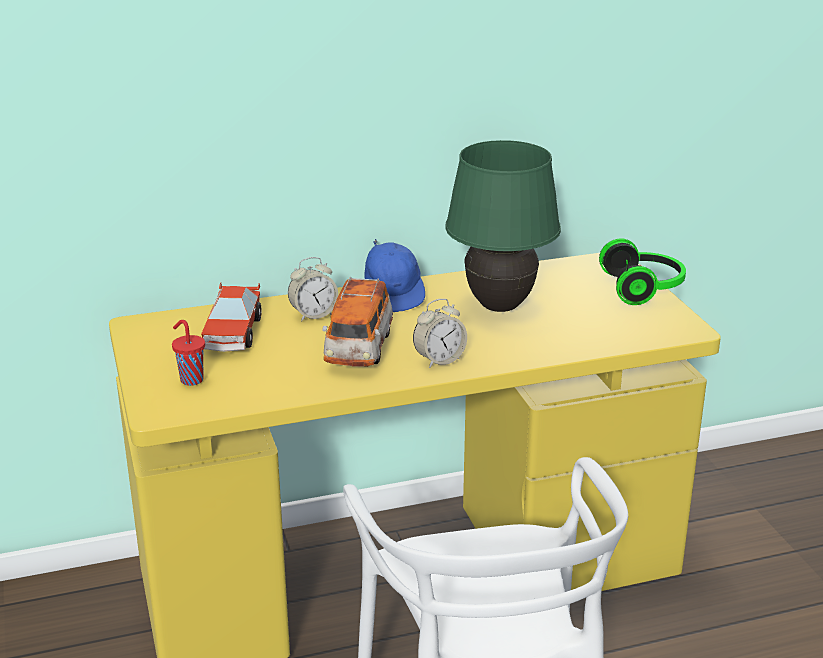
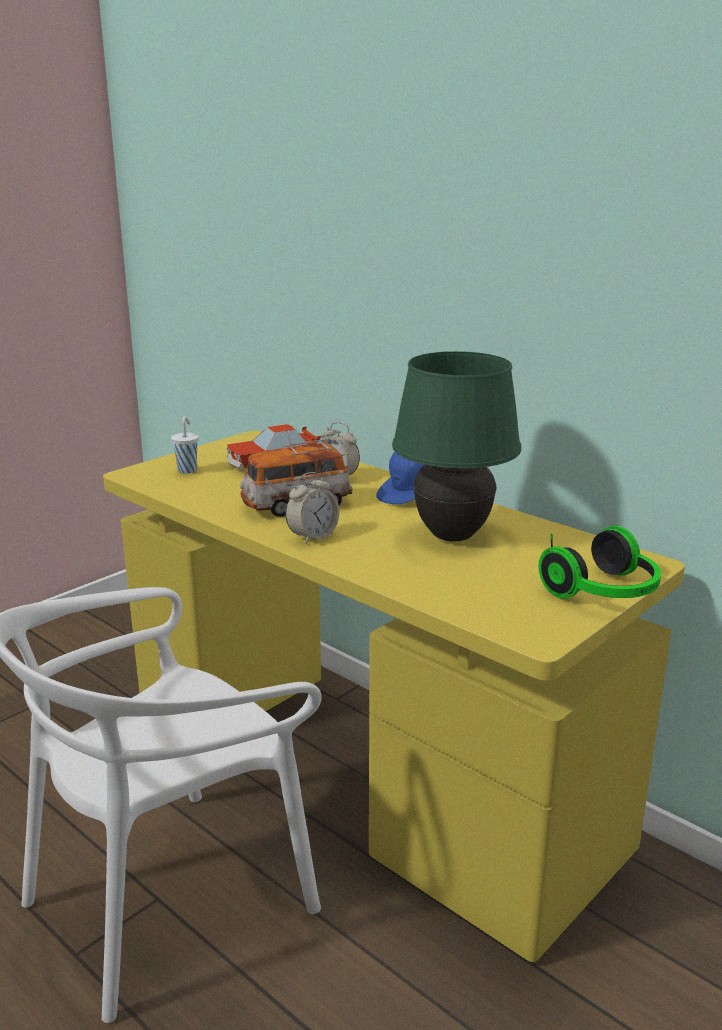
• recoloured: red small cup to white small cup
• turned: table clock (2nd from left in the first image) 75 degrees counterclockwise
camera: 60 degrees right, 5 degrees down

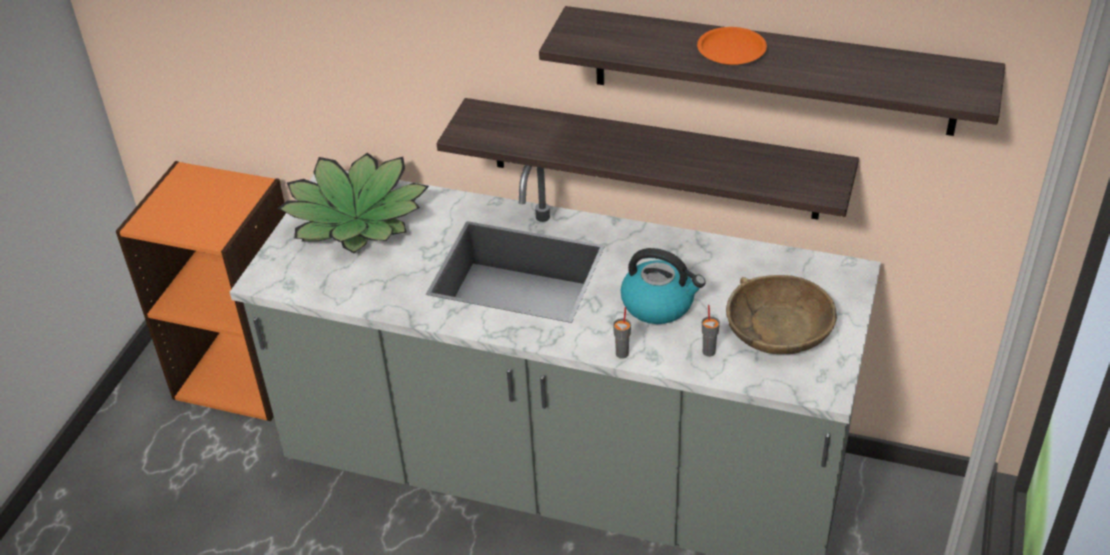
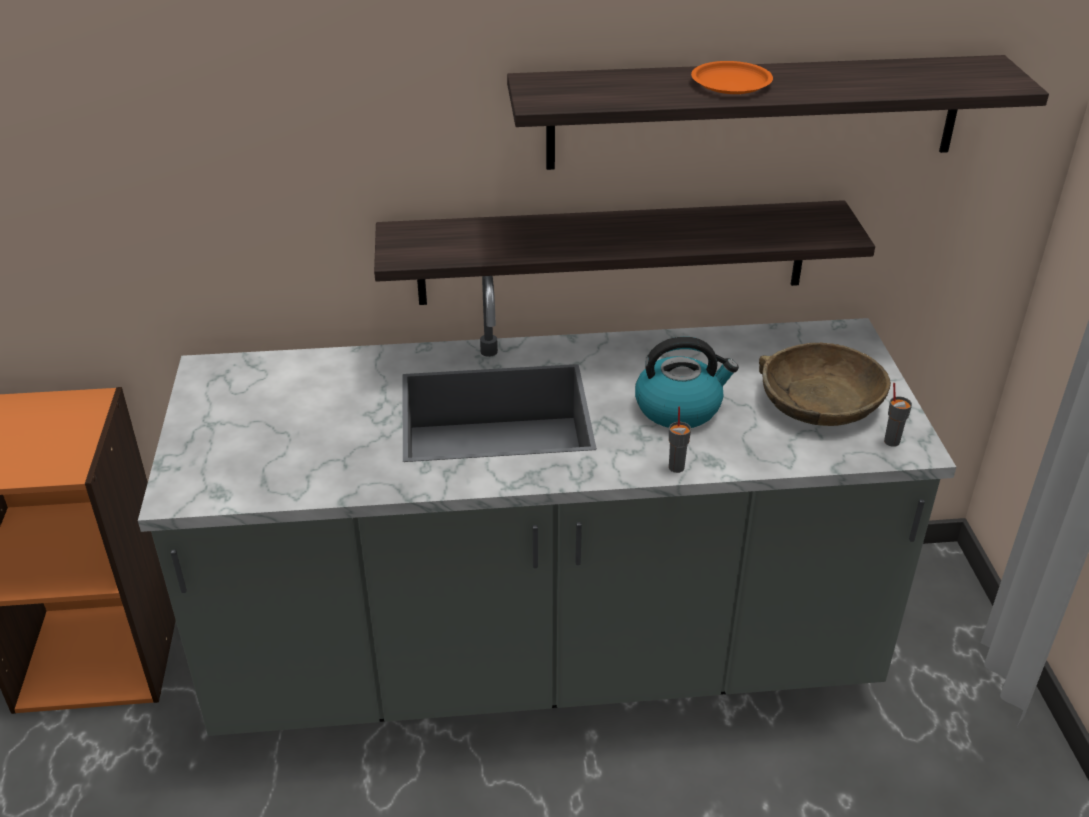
• moved: grey small cup (2nd from left)
• removed: potted plant
camera: 25 degrees left, 5 degrees down

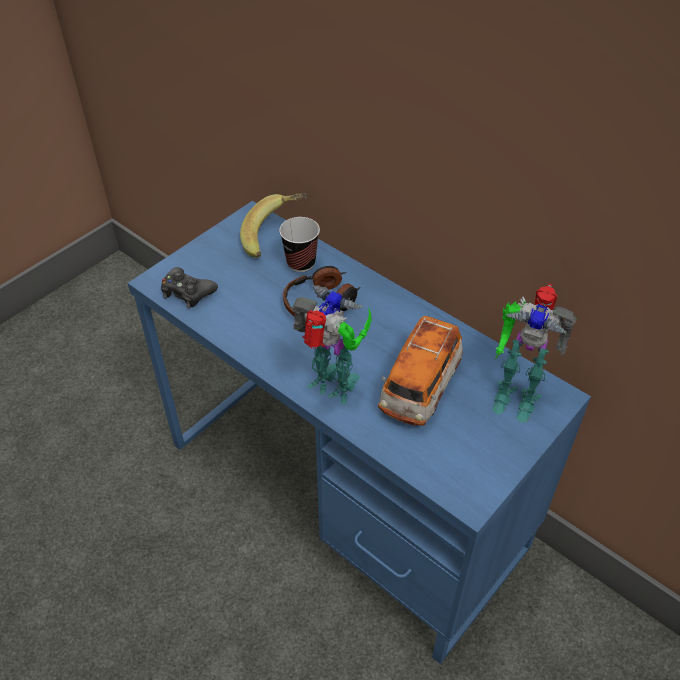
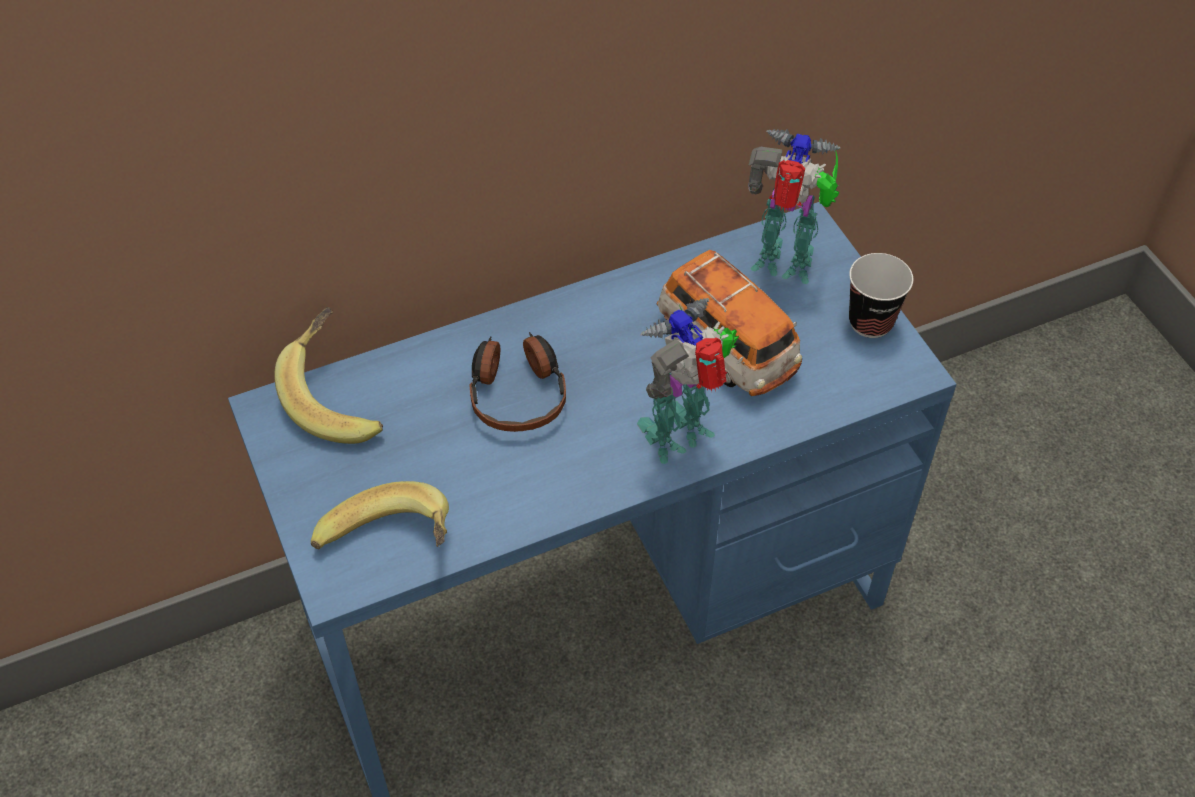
• replaced: blackish joypad to banana fruit (2nd from left)
• turned: model robot (2nd from left) 120 degrees counterclockwise
• moved: small cup
camera: 65 degrees left, 5 degrees up

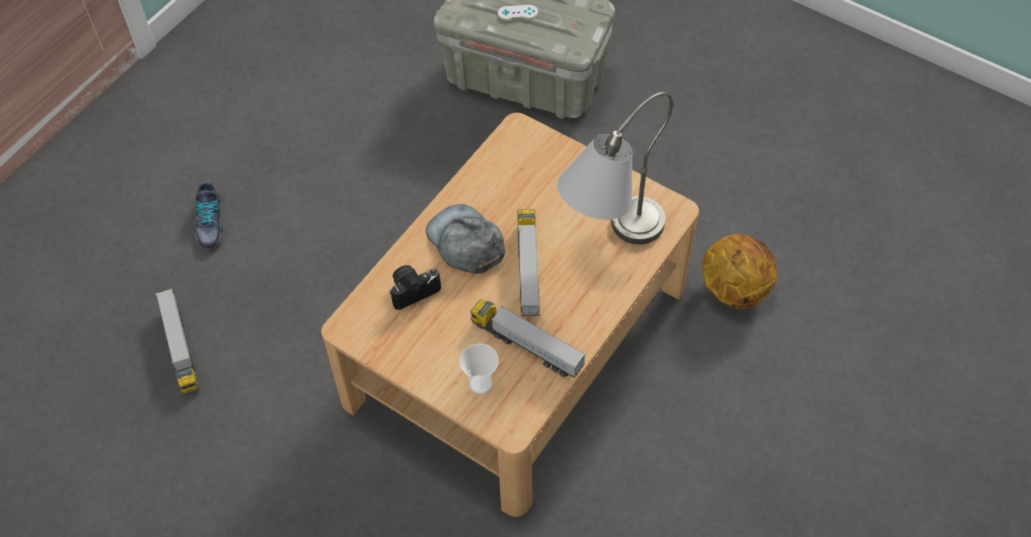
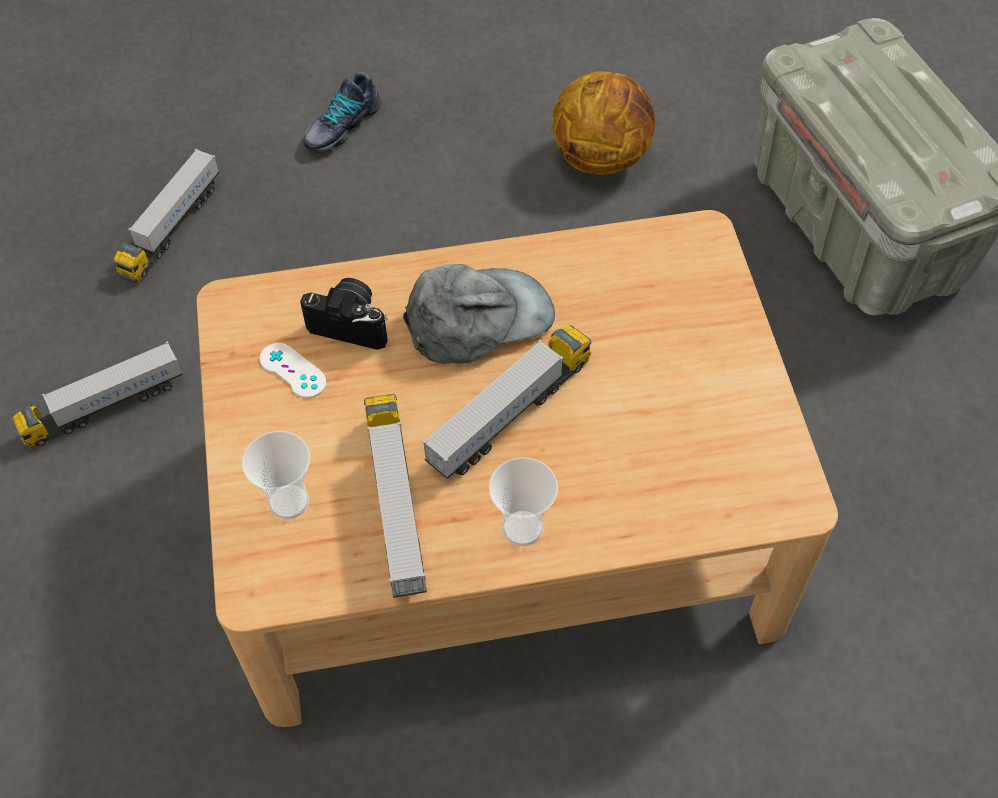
• added: model truck (1st from left)
• moved: white joypad
• turned: grey baseball cap 60 degrees clockwise
• added: small cup (2nd from left)
• moved: ball for basketball
• removed: grey lamp for a table
camera: 45 degrees right, 0 degrees up

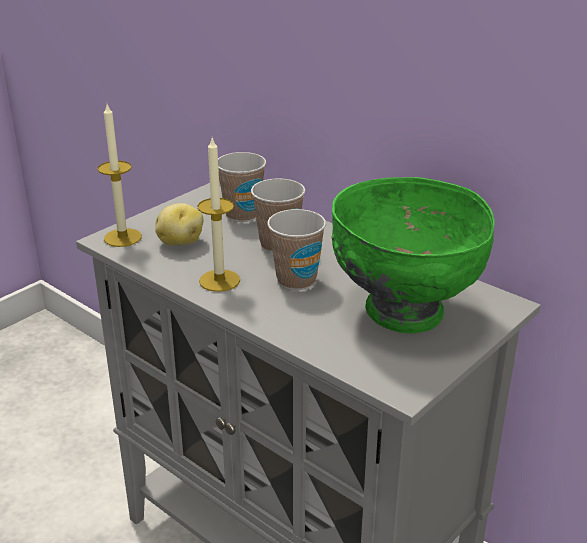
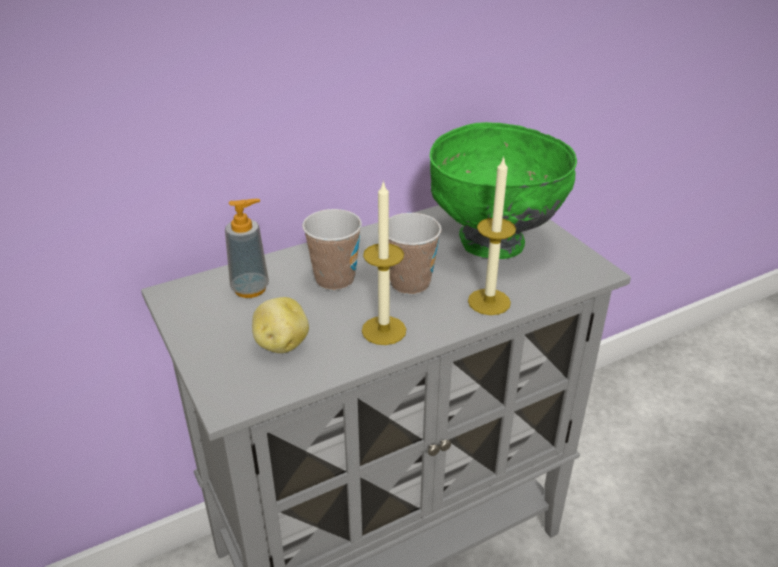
• replaced: small cup (1st from left) to soap bottle
• moved: candle (1st from left in the first image) to candle (2nd from left)
camera: 70 degrees left, 5 degrees up

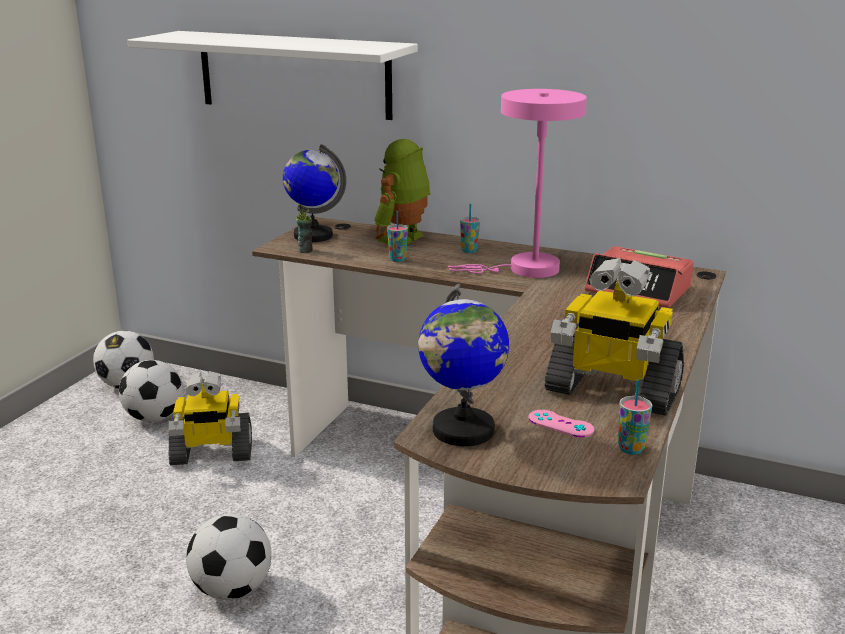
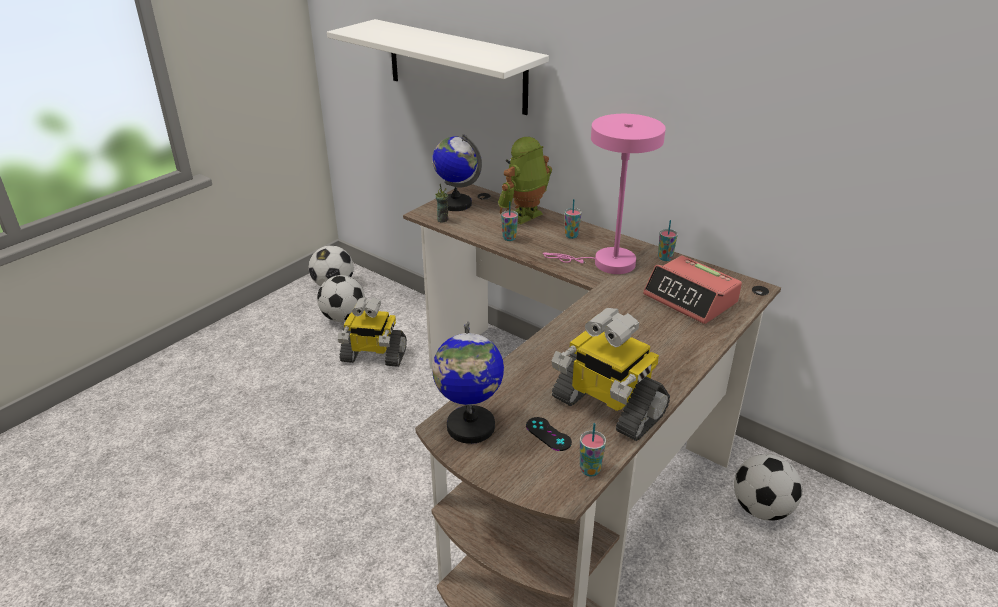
• recoloured: pinkish joypad to blackish joypad
• added: small cup (5th from left)
• moved: football (3rd from left)
camera: 15 degrees right, 10 degrees up

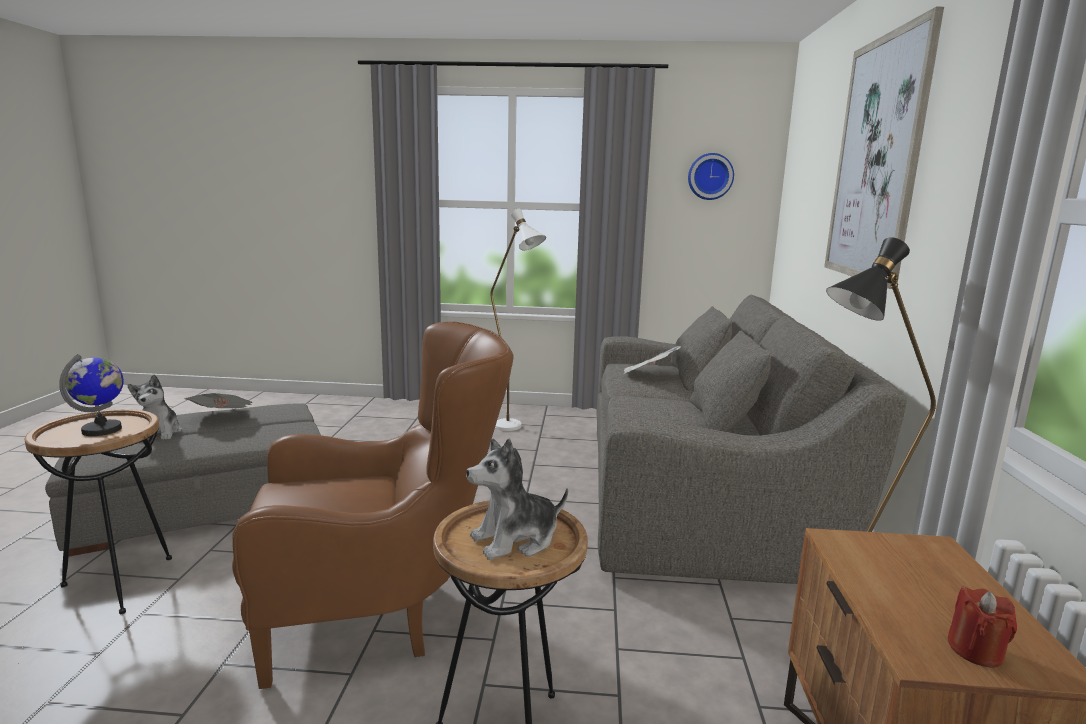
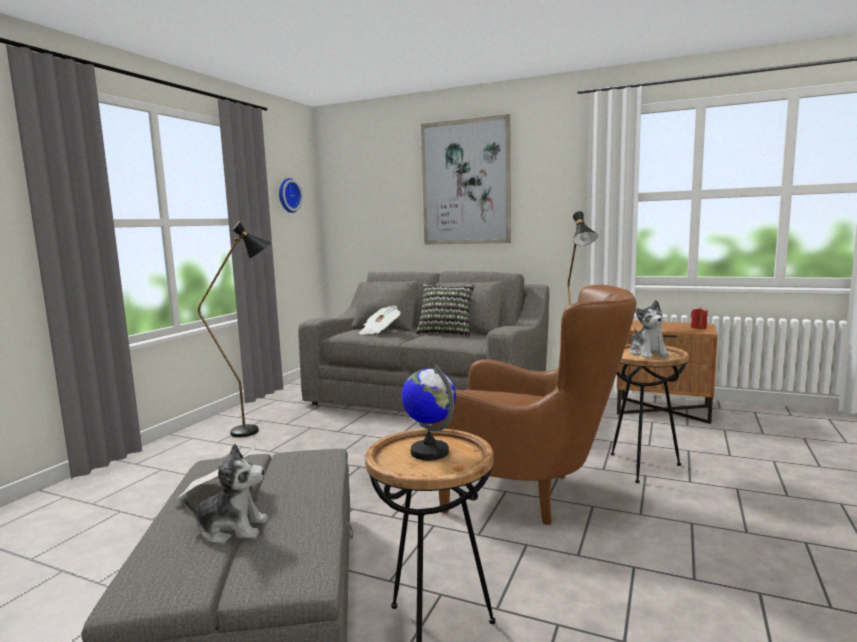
• recoloured: white standing lamp to blackish standing lamp (1st from left)
• added: cushion
• turned: brownish armchair 105 degrees clockwise
camera: 70 degrees left, 5 degrees down

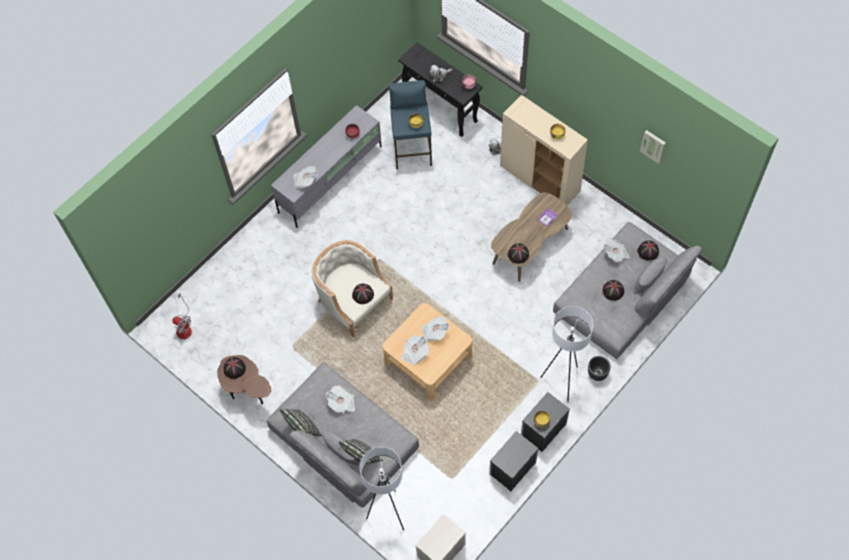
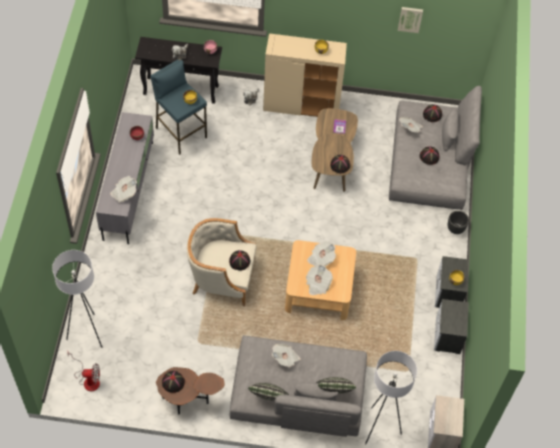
• moved: white standing lamp (2nd from left in the first image) to white standing lamp (1st from left)
camera: 40 degrees left, 5 degrees down

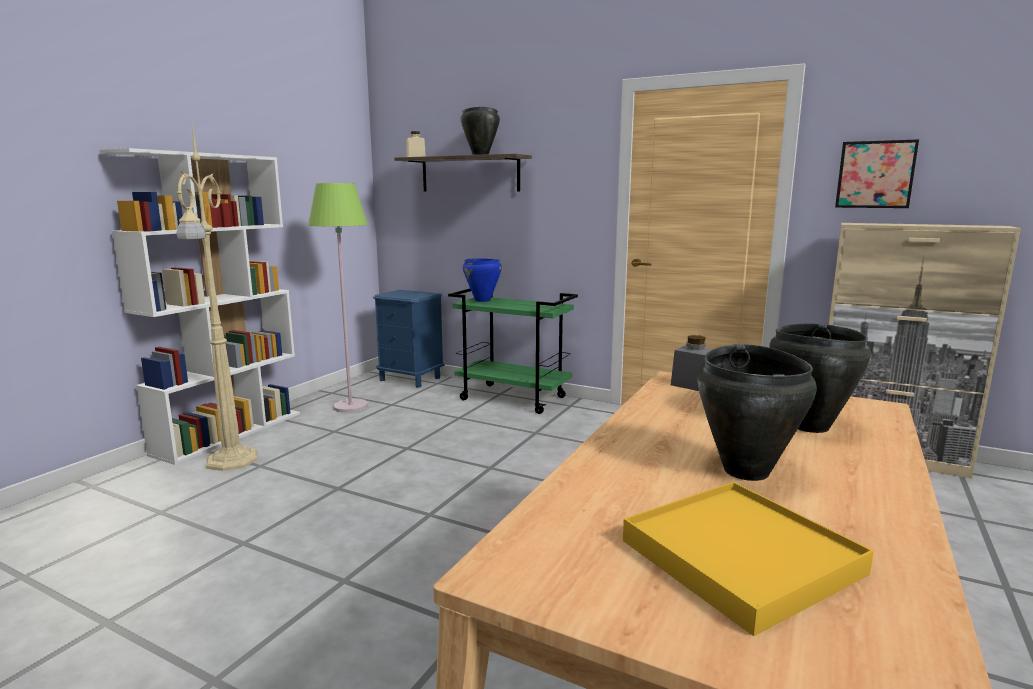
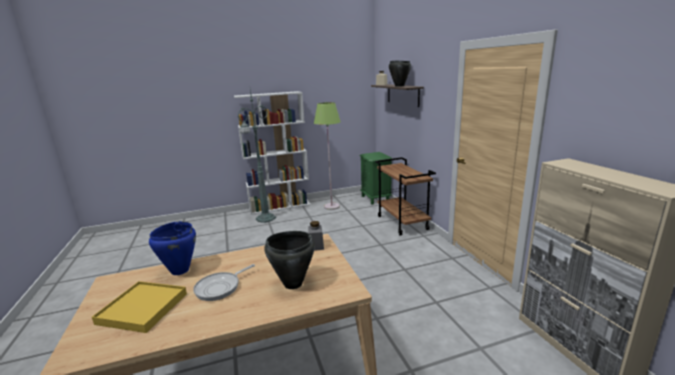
• moved: blue-coloured stockpot
• replaced: blackish stockpot (2nd from left) to frying pan
• recoloured: sand-coloured standing lamp to green standing lamp (1st from left)
• recoloured: blue-coloured nightstand to green nightstand
• recoloured: green trolley to brownish trolley
• removed: picture
camera: 45 degrees right, 5 degrees up

